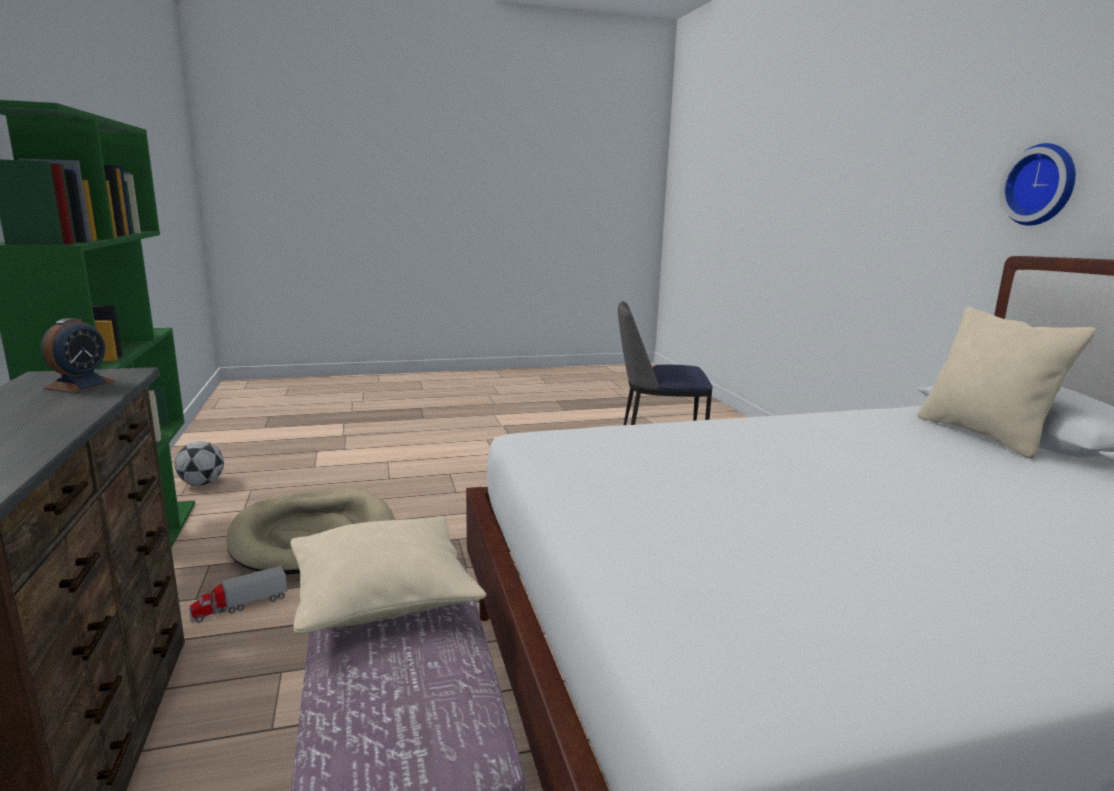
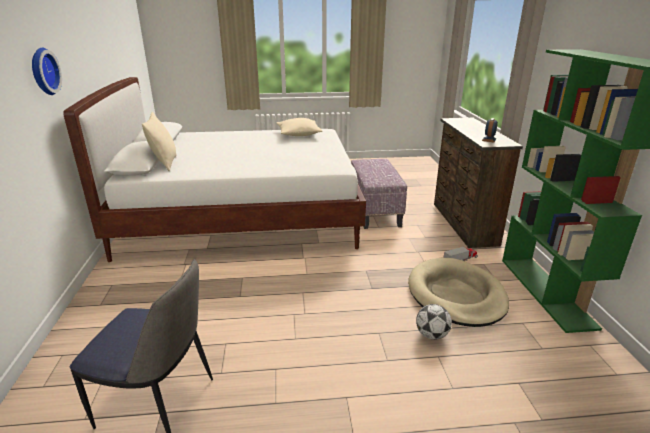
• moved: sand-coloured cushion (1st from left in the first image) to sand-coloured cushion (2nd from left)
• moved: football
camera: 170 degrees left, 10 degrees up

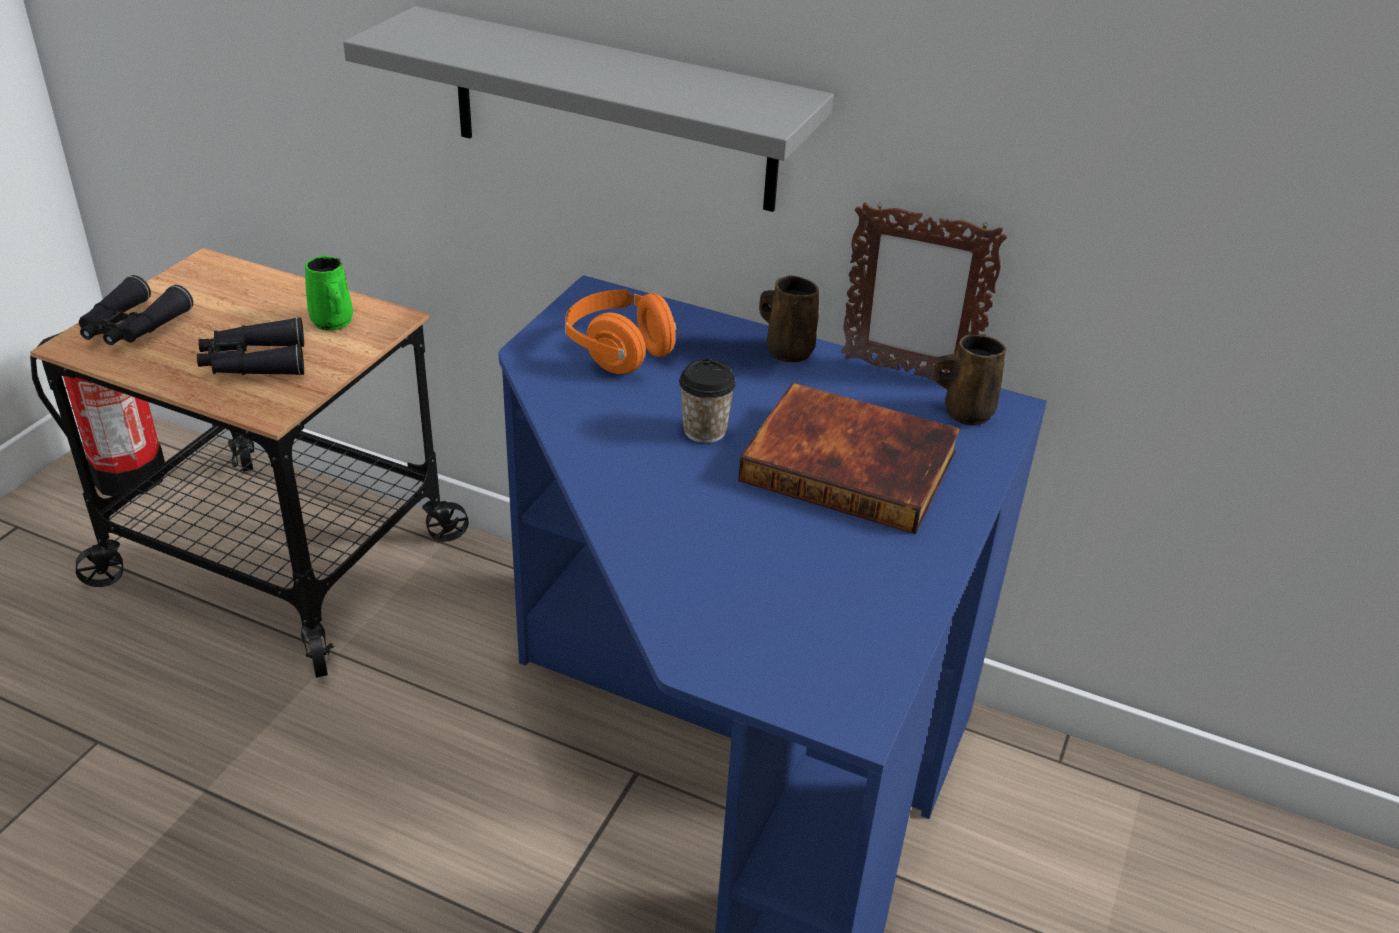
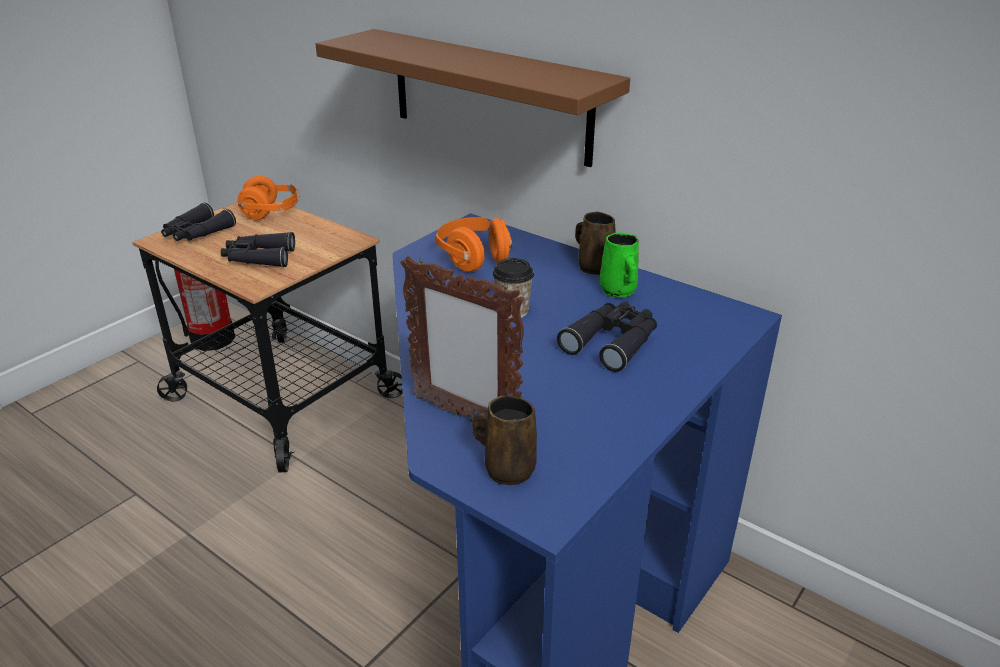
• added: orangey headset (1st from left)
• recoloured: grey bracket shelf to brownish bracket shelf
• moved: standing frame
• moved: brownish tea mug (2nd from left in the first image) to brownish tea mug (1st from left)
• replaced: book to blackish binoculars (3rd from left)
• moved: green tea mug
camera: 15 degrees right, 5 degrees down

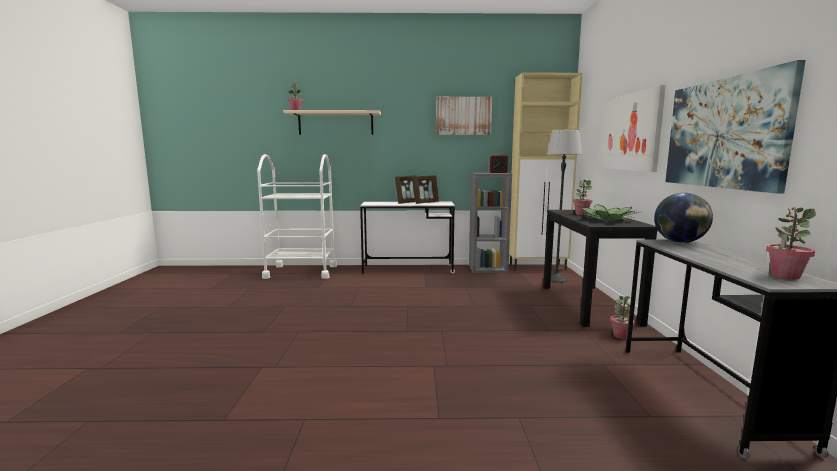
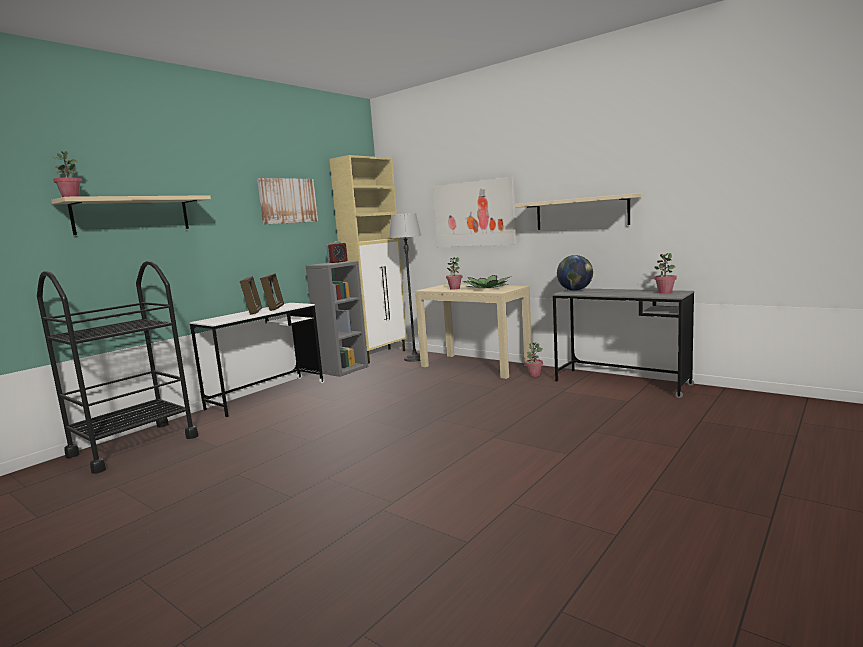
• recoloured: white trolley to blackish trolley
• recoloured: blackish console table to sand-coloured console table
• replaced: picture (3rd from left) to sand-coloured bracket shelf (2nd from left)
camera: 50 degrees left, 0 degrees up

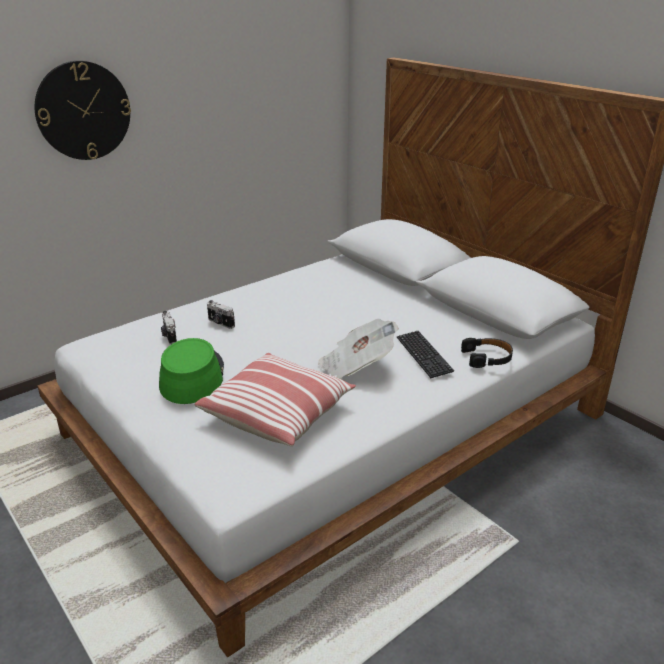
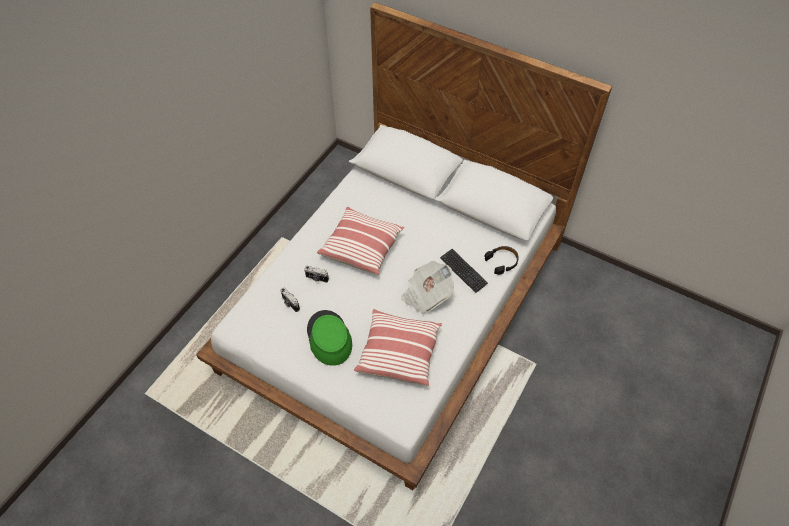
• added: cushion (1st from left)
• removed: clock on the wall
camera: 20 degrees left, 25 degrees up

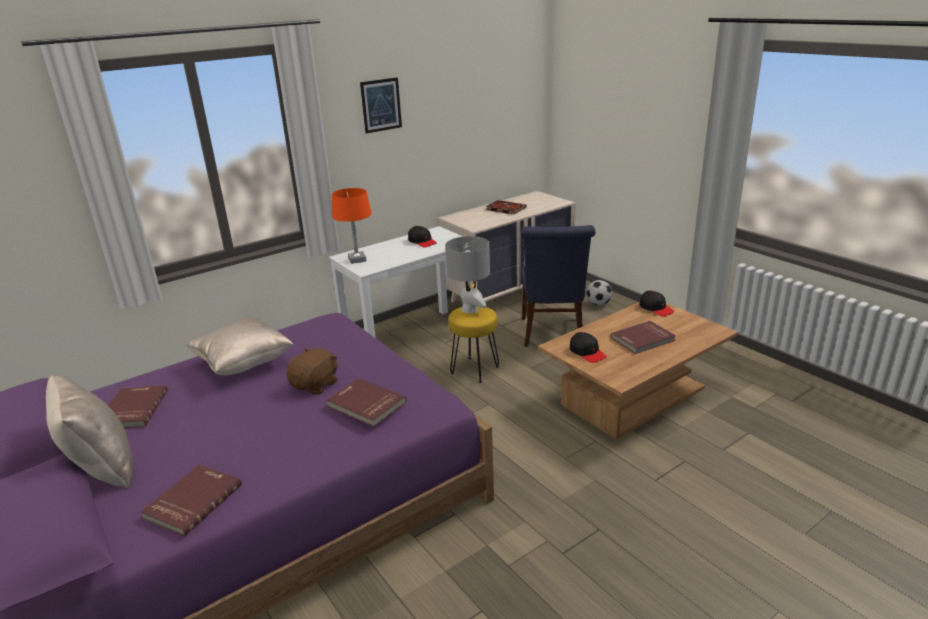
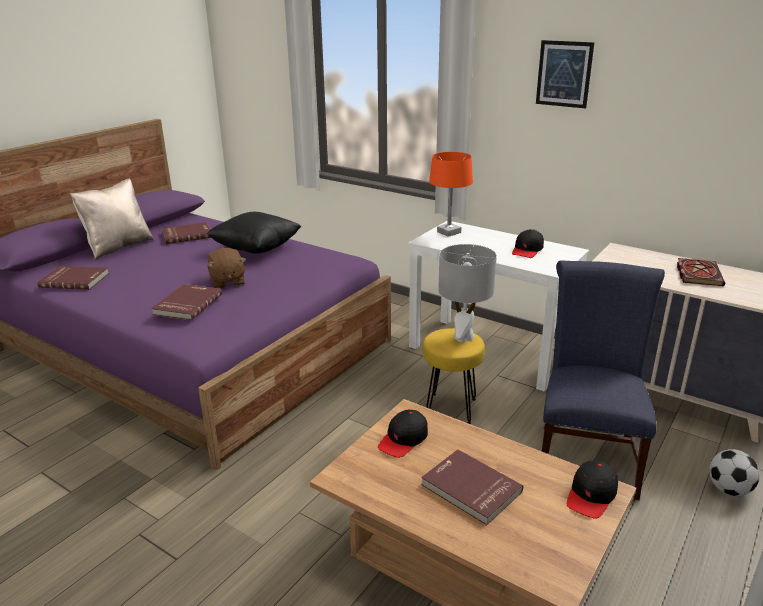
• recoloured: sand-coloured cushion (2nd from left) to blackish cushion
• turned: brownish cuddly toy 60 degrees clockwise
• turned: blue-coloured chair 120 degrees clockwise
camera: 70 degrees right, 0 degrees up

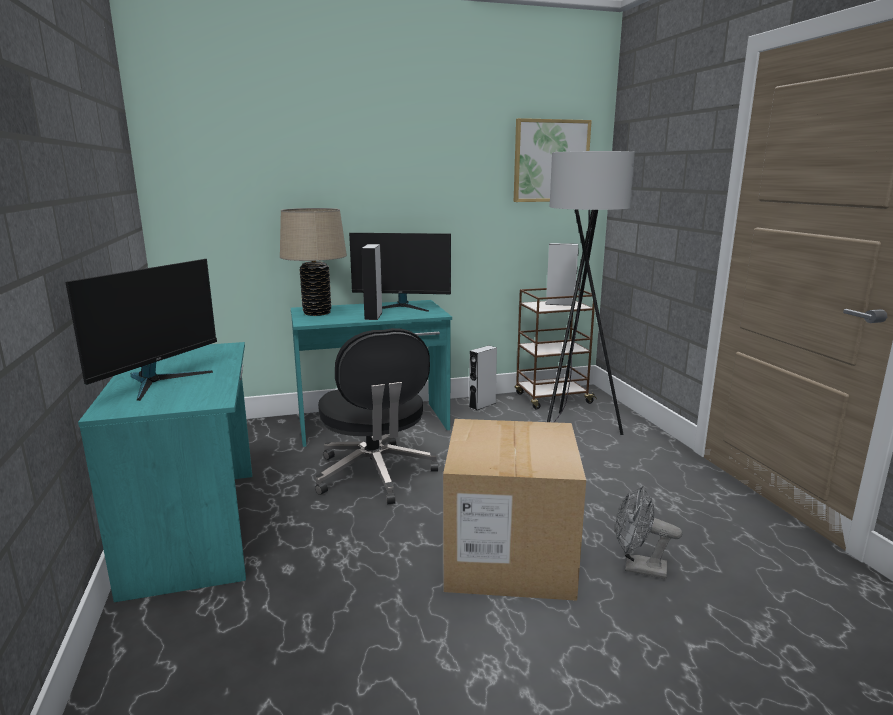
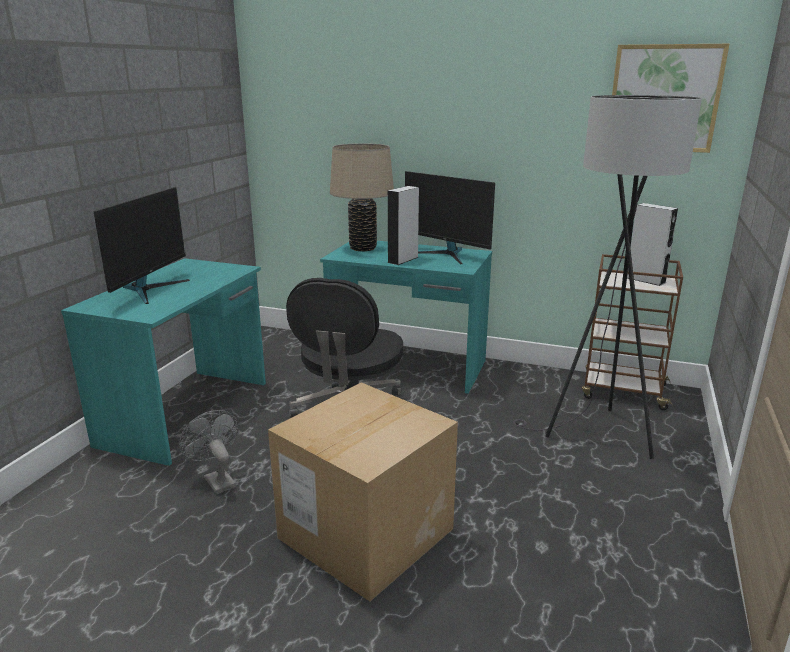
• turned: computer display (1st from left) 45 degrees counterclockwise
• moved: grey cooling fan
• removed: grey speaker (2nd from left)
camera: 35 degrees right, 5 degrees up

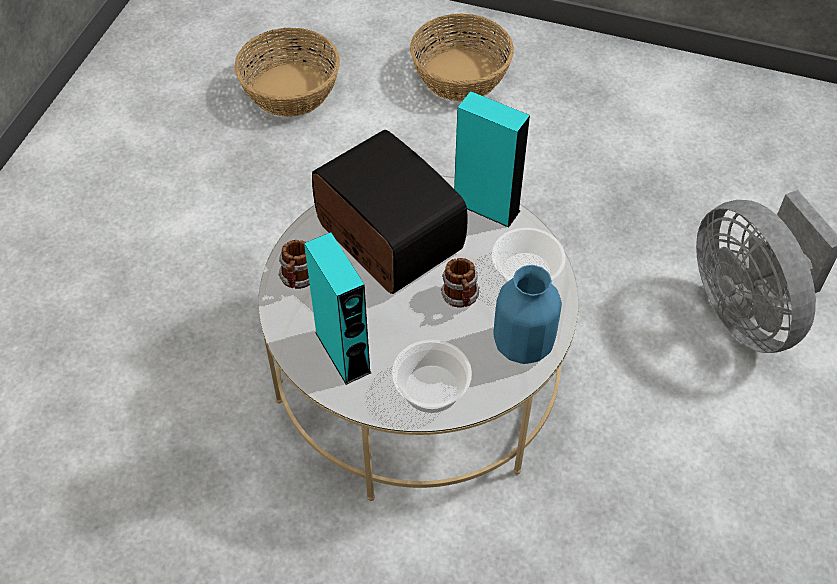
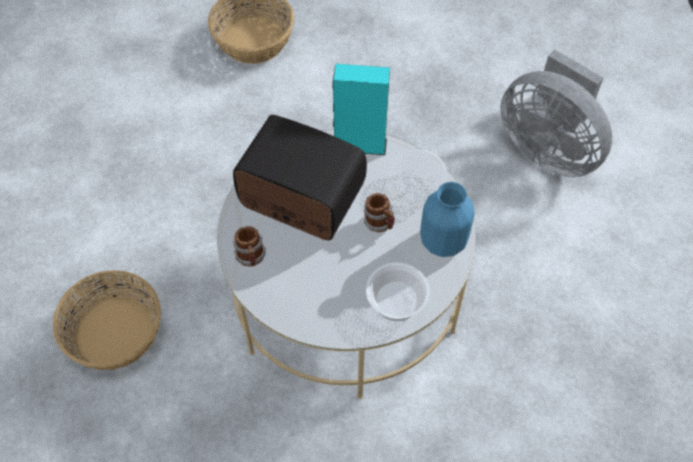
• moved: storage basket (1st from left)
• removed: turquoise speaker (1st from left)
camera: 25 degrees left, 5 degrees up

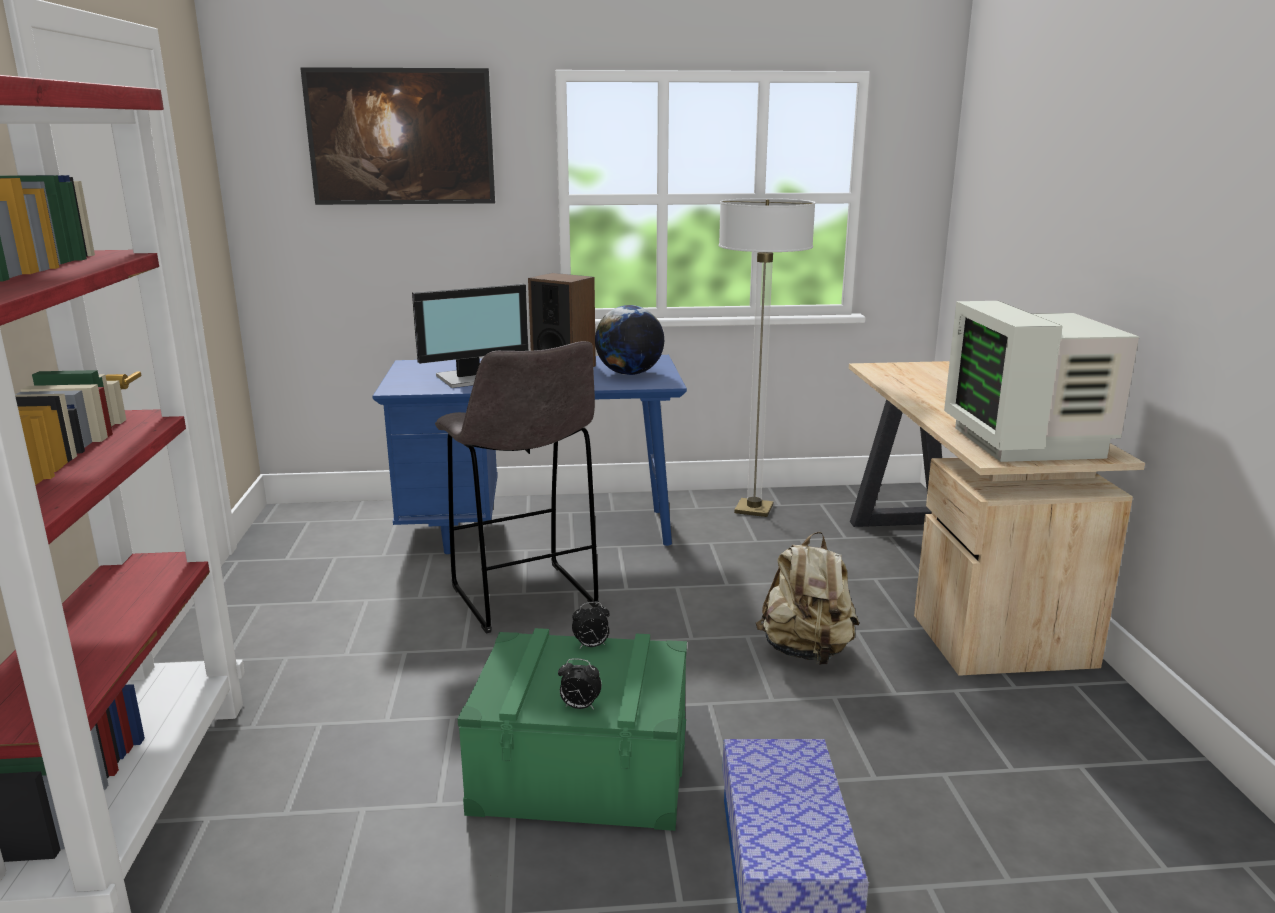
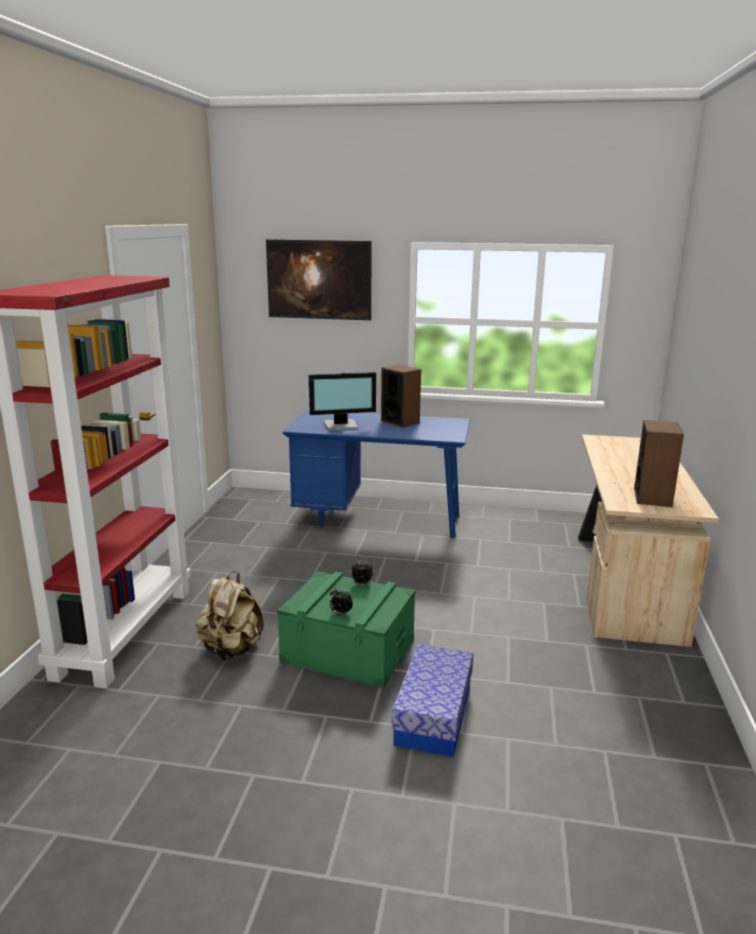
• moved: sand-coloured rucksack
• replaced: computer display (2nd from left) to speaker (2nd from left)
• removed: grey sitting stool
• removed: world globe
• removed: standing lamp
camera: 15 degrees right, 0 degrees up

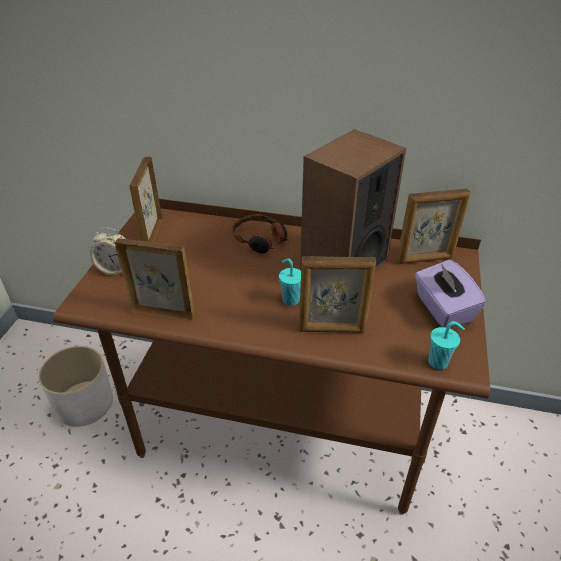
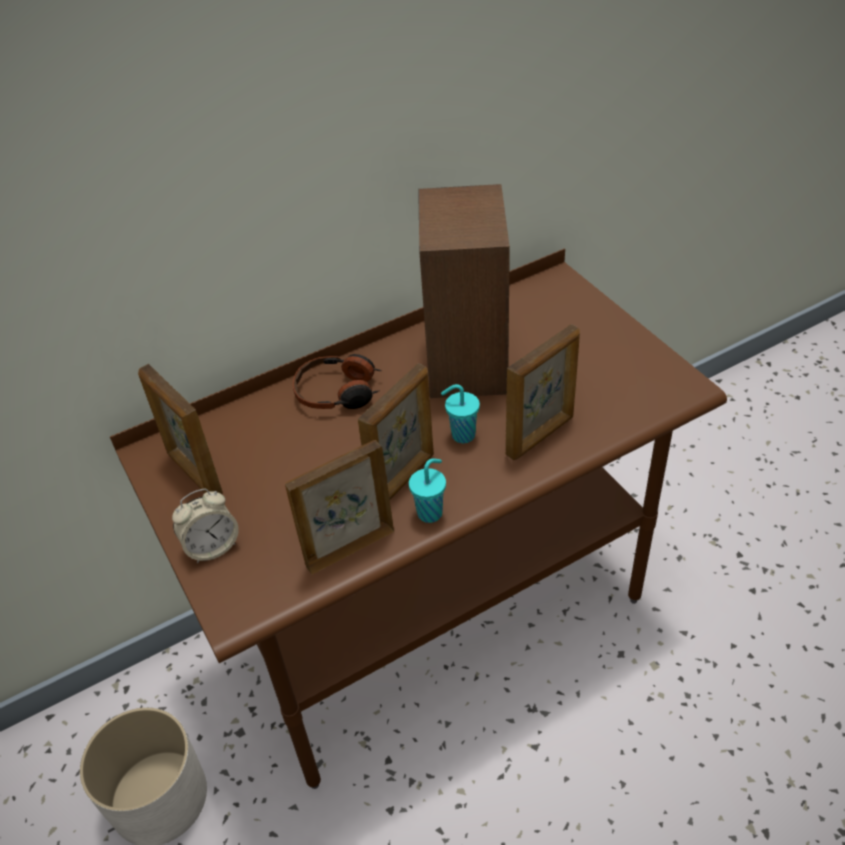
• moved: standing frame (4th from left in the first image) to standing frame (3rd from left)
• moved: turquoise small cup (2nd from left in the first image) to turquoise small cup (1st from left)
• removed: purplish box of tissues
camera: 40 degrees left, 5 degrees up

